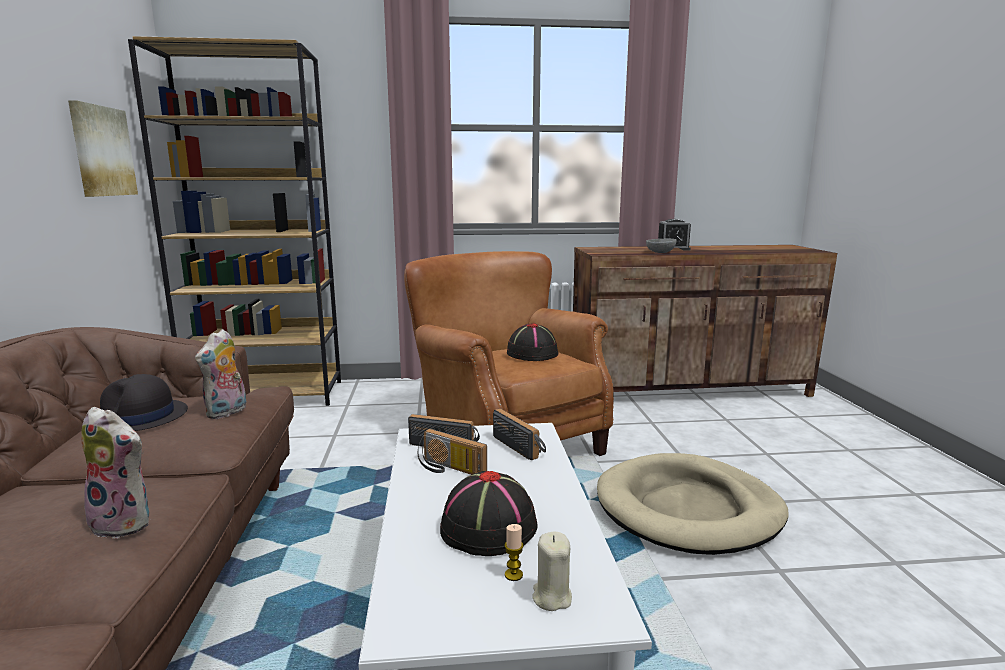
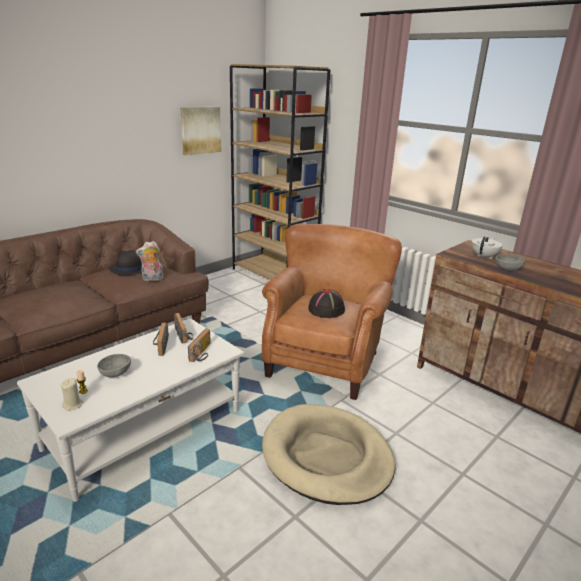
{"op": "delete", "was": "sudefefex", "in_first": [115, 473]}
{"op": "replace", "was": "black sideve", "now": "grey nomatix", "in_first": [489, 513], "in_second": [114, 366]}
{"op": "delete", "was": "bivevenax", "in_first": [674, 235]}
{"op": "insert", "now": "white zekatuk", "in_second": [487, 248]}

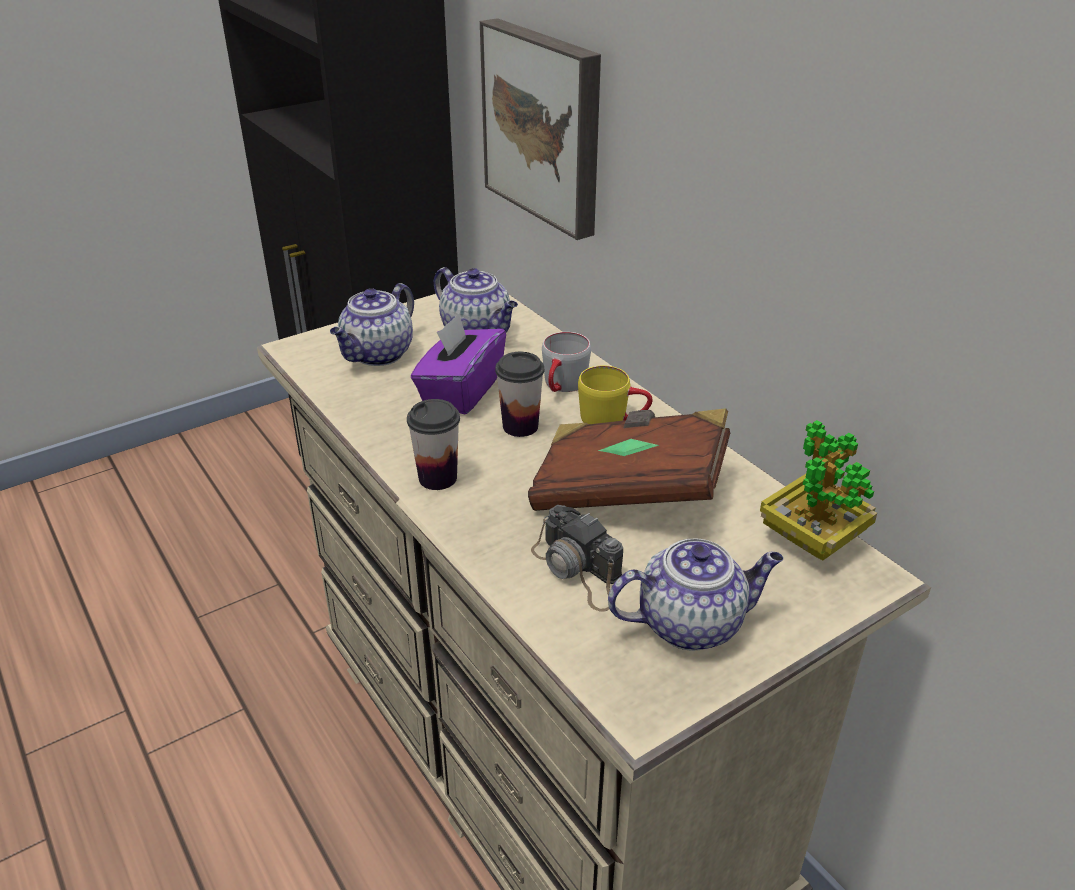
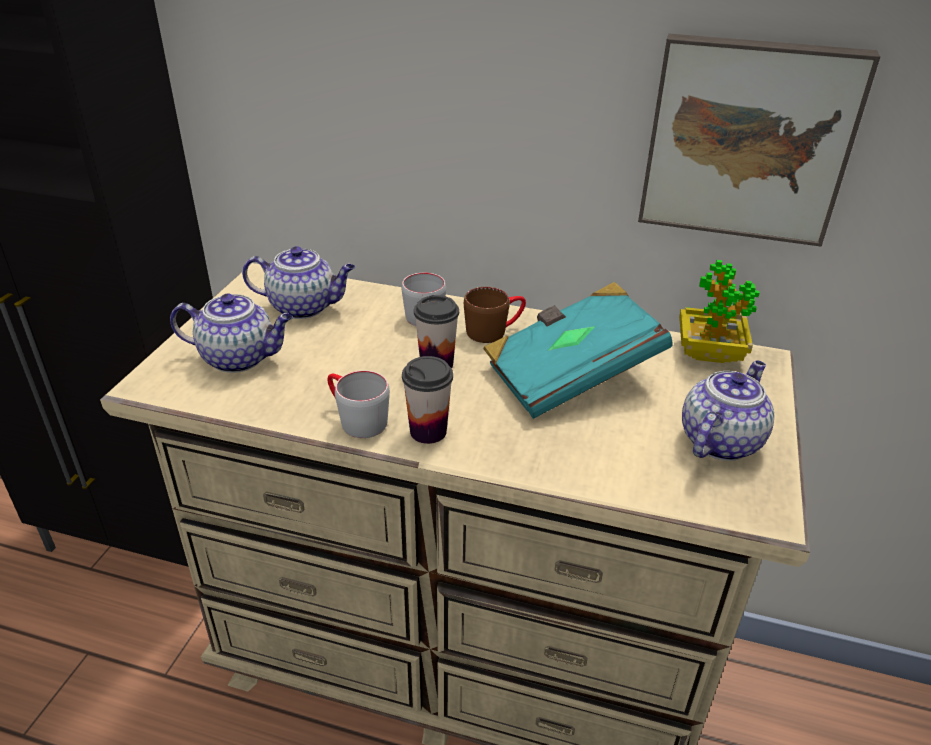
{"op": "rotate", "was": "zekatuk", "in_first": [372, 324], "in_second": [231, 333], "clockwise": -75}
{"op": "delete", "was": "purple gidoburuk", "in_first": [458, 363]}
{"op": "move", "was": "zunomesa", "in_first": [540, 129], "in_second": [759, 140]}
{"op": "recolor", "was": "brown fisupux", "now": "turquoise fisupux", "in_first": [629, 459], "in_second": [577, 350]}
{"op": "delete", "was": "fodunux", "in_first": [577, 558]}
{"op": "recolor", "was": "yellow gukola", "now": "brown gukola", "in_first": [615, 394], "in_second": [495, 315]}
{"op": "insert", "now": "grey gukola", "in_second": [359, 404]}

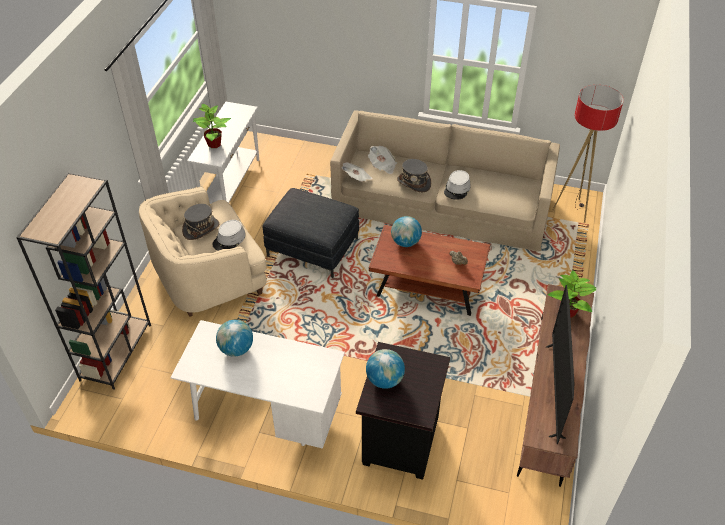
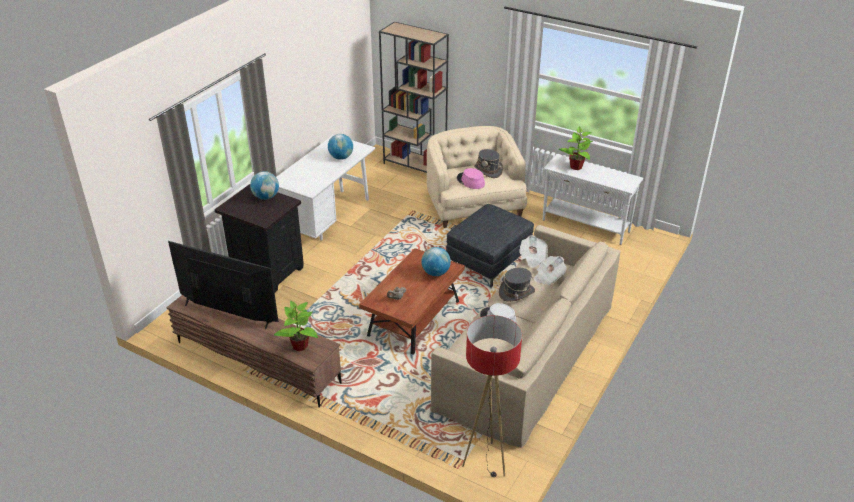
{"op": "recolor", "was": "grey sideve", "now": "pink sideve", "in_first": [229, 235], "in_second": [471, 178]}

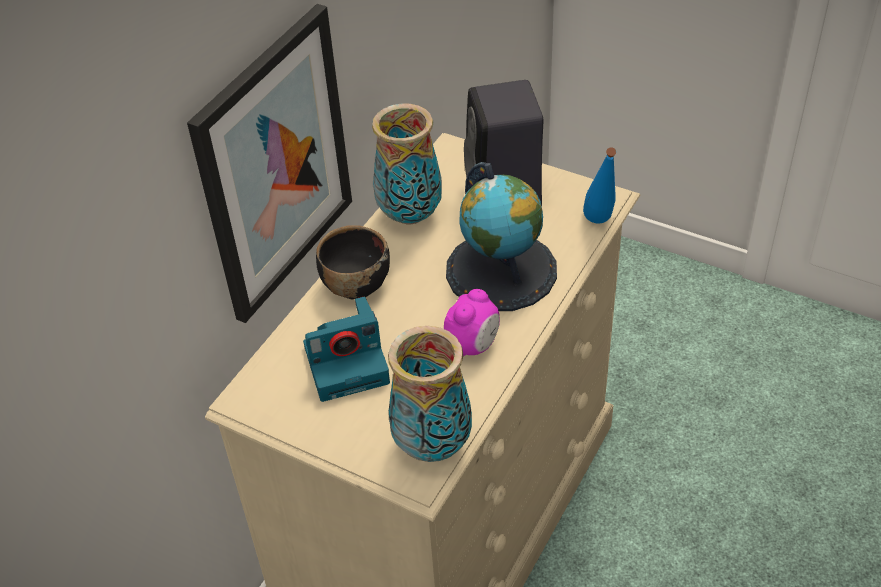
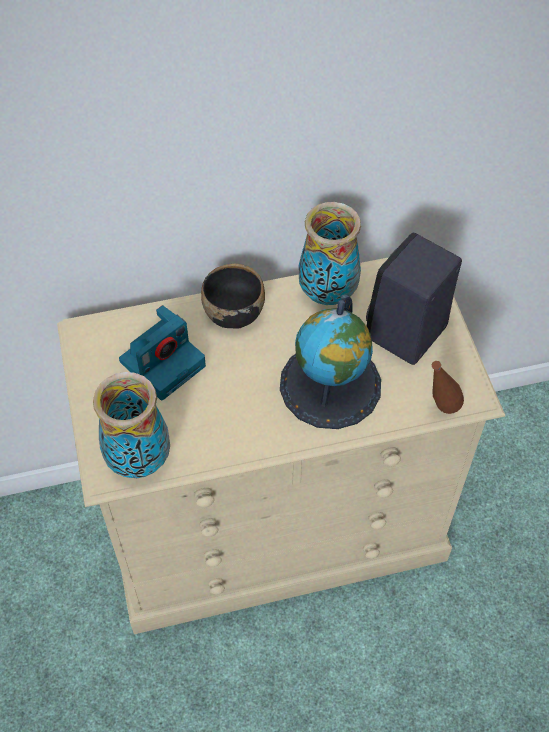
{"op": "delete", "was": "zunomesa", "in_first": [269, 163]}
{"op": "rotate", "was": "fodunux", "in_first": [346, 349], "in_second": [162, 353], "clockwise": -75}
{"op": "delete", "was": "bivevenax", "in_first": [472, 322]}
{"op": "recolor", "was": "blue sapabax", "now": "brown sapabax", "in_first": [599, 185], "in_second": [448, 387]}

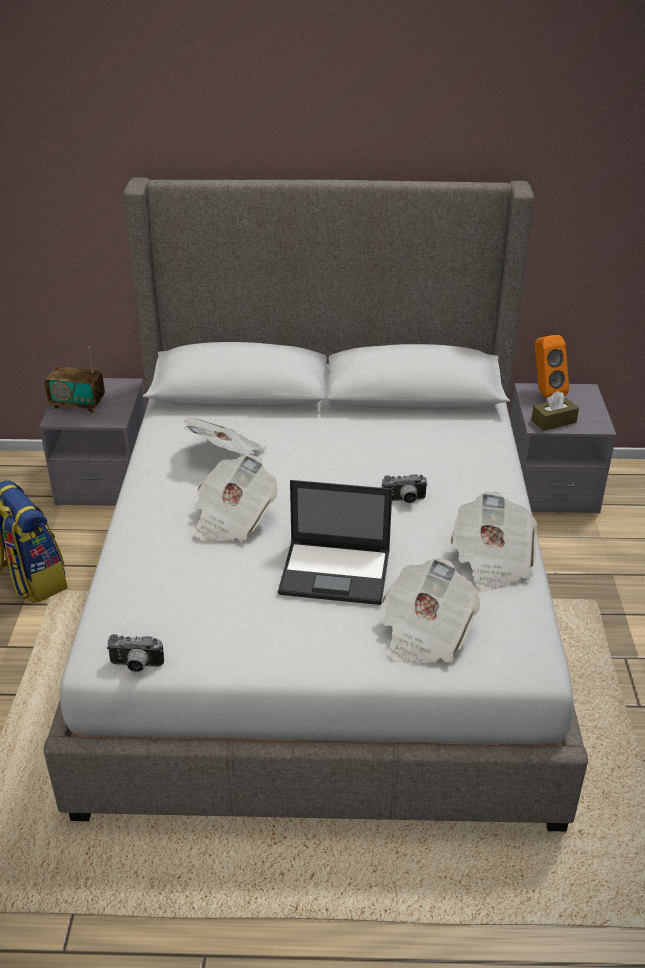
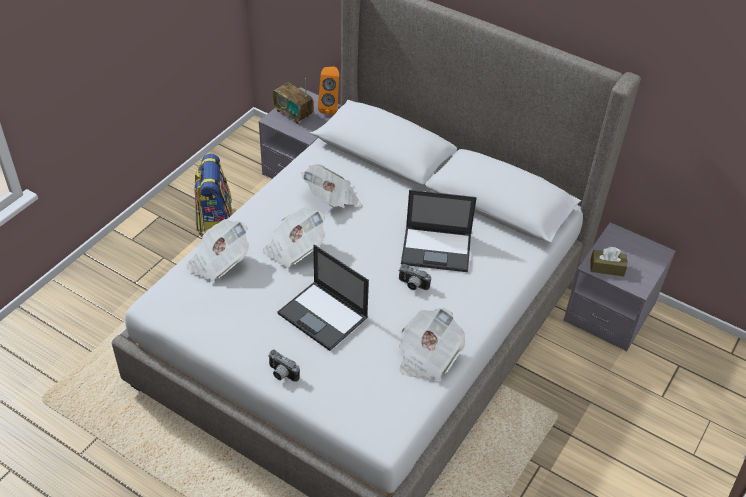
{"op": "move", "was": "fodunux", "in_first": [135, 653], "in_second": [284, 365]}
{"op": "move", "was": "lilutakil", "in_first": [431, 610], "in_second": [218, 250]}
{"op": "move", "was": "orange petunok", "in_first": [552, 367], "in_second": [328, 90]}
{"op": "insert", "now": "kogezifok", "in_second": [439, 231]}

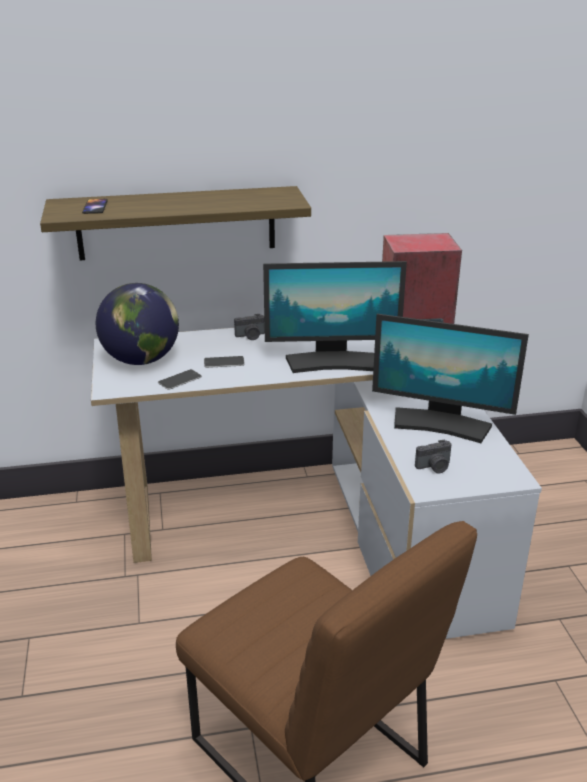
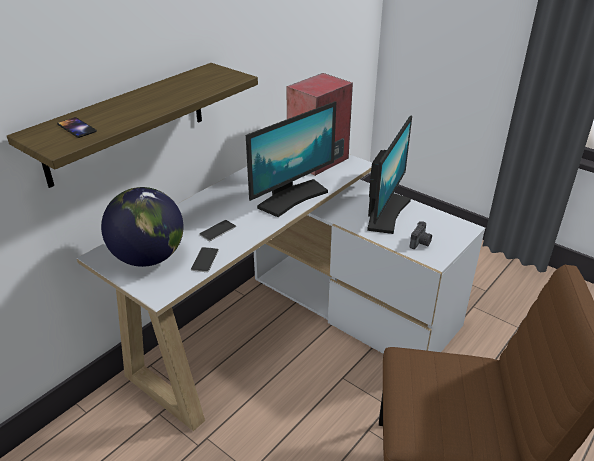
{"op": "delete", "was": "fodunux", "in_first": [249, 327]}
{"op": "rotate", "was": "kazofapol", "in_first": [450, 378], "in_second": [389, 175], "clockwise": -45}

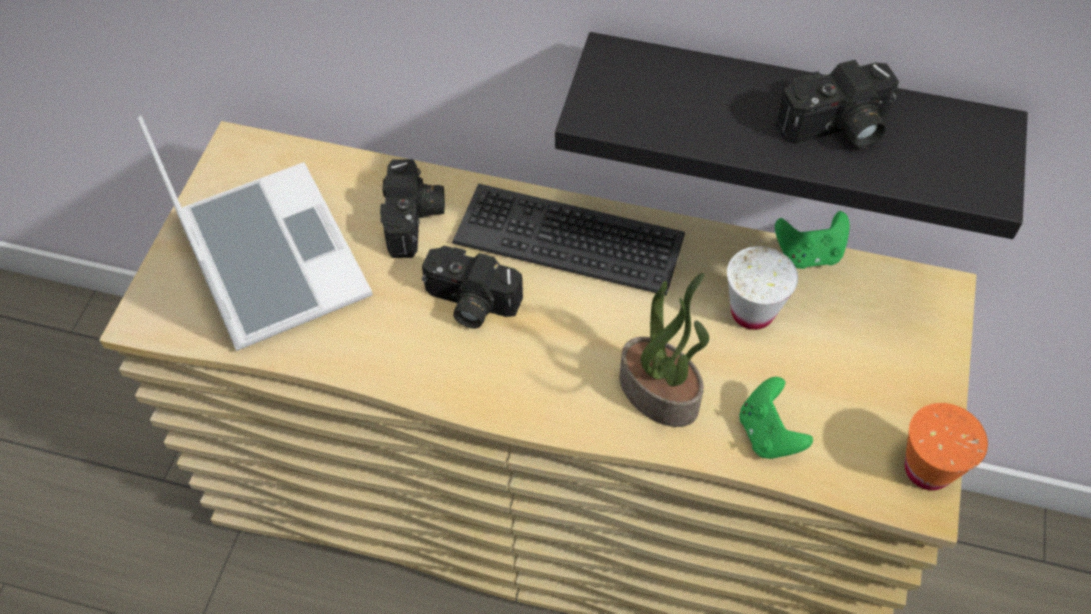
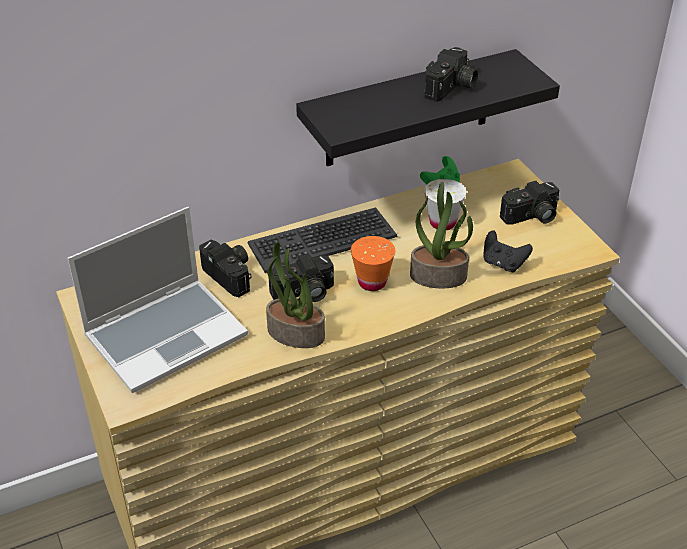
{"op": "rotate", "was": "kogezifok", "in_first": [255, 233], "in_second": [158, 300], "clockwise": 120}
{"op": "recolor", "was": "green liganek", "now": "black liganek", "in_first": [776, 418], "in_second": [508, 251]}
{"op": "move", "was": "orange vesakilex", "in_first": [946, 446], "in_second": [373, 263]}
{"op": "insert", "now": "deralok", "in_second": [295, 295]}
{"op": "insert", "now": "fodunux", "in_second": [530, 203]}

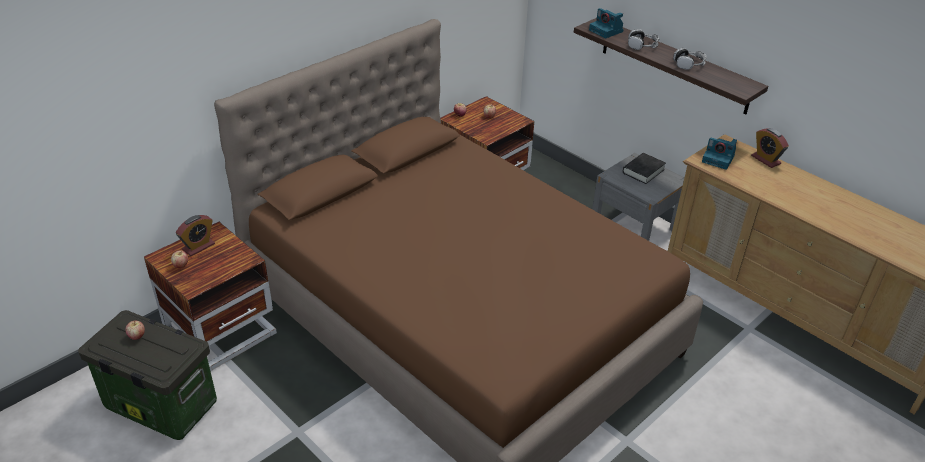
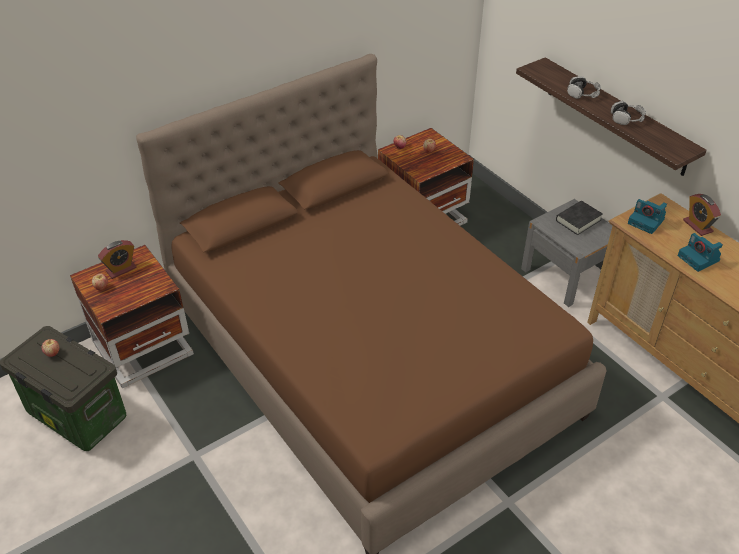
{"op": "move", "was": "fodunux", "in_first": [606, 23], "in_second": [700, 252]}

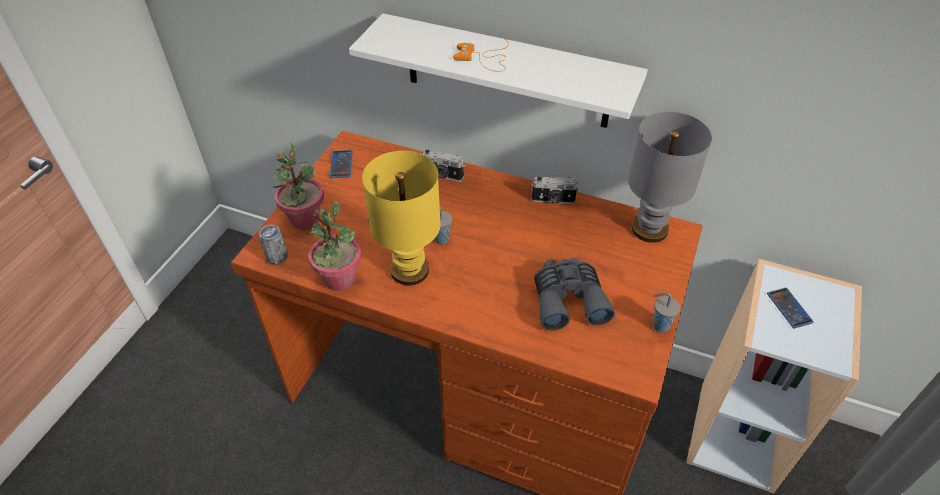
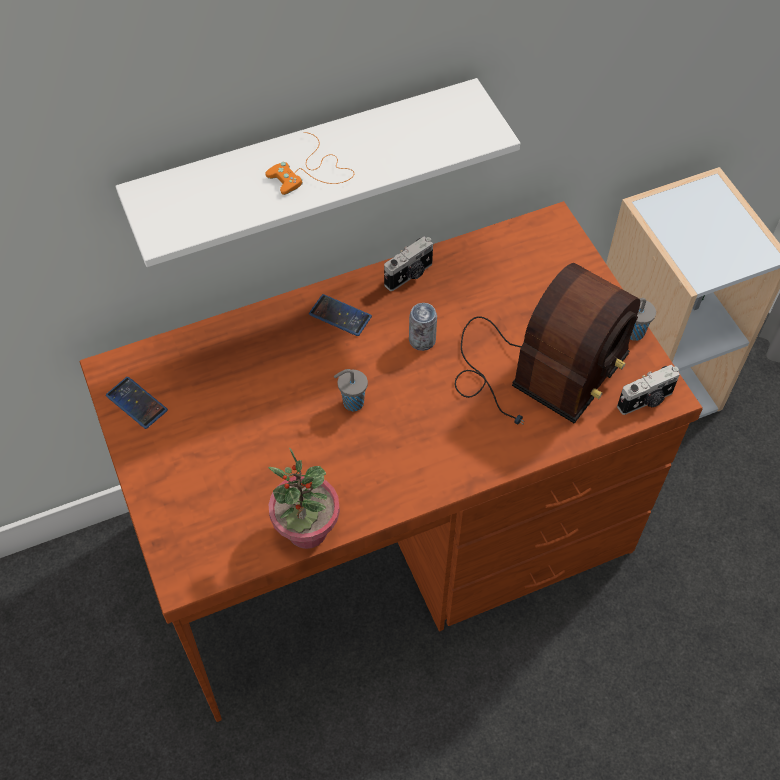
{"op": "move", "was": "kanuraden", "in_first": [273, 244], "in_second": [423, 327]}
{"op": "delete", "was": "deralok", "in_first": [298, 186]}
{"op": "delete", "was": "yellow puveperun", "in_first": [401, 218]}
{"op": "move", "was": "fodunux", "in_first": [443, 166], "in_second": [648, 390]}
{"op": "replace", "was": "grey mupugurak", "now": "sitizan", "in_first": [574, 294], "in_second": [547, 344]}
{"op": "delete", "was": "grey puveperun", "in_first": [670, 177]}
{"op": "move", "was": "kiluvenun", "in_first": [790, 308], "in_second": [340, 315]}

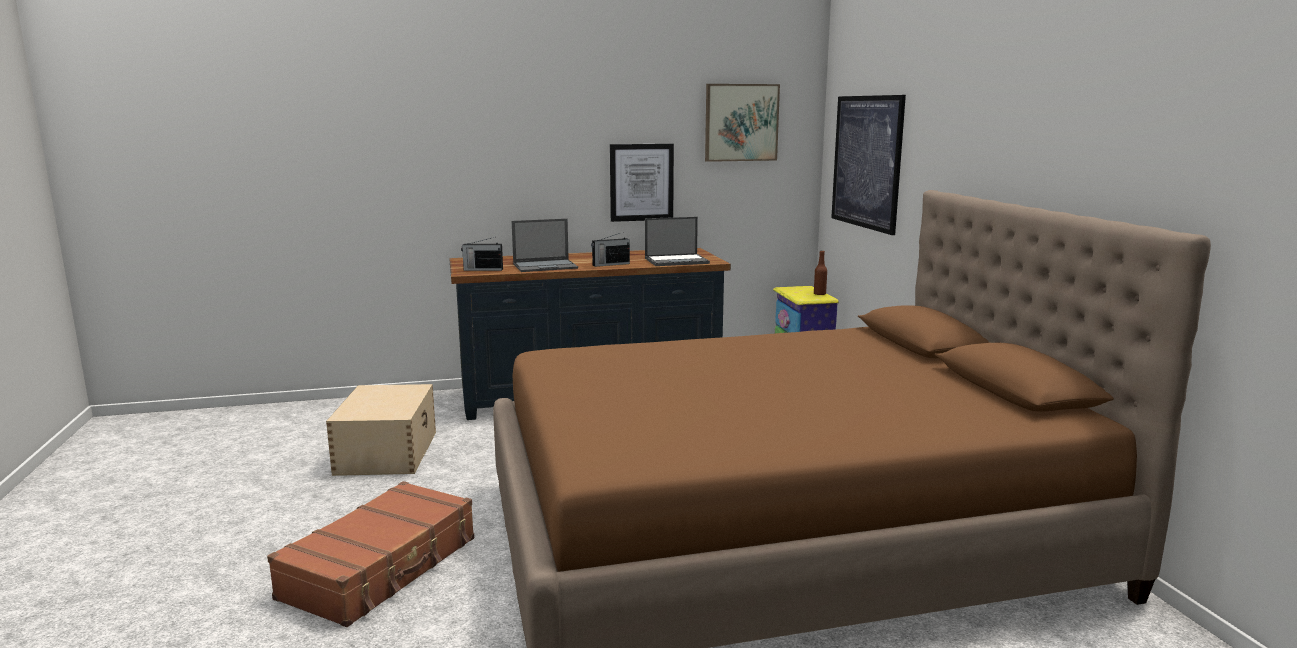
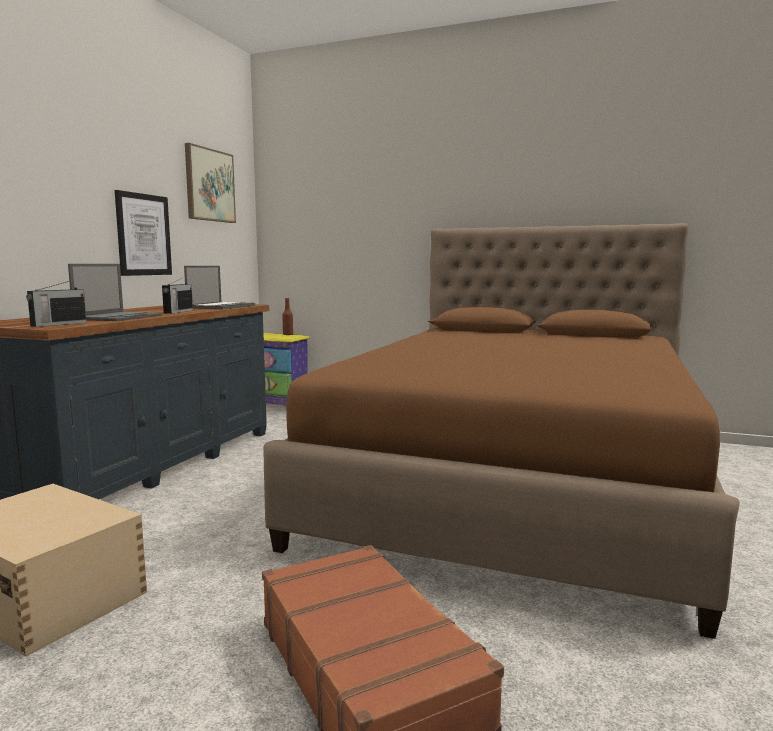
{"op": "delete", "was": "zunomesa", "in_first": [868, 165]}

